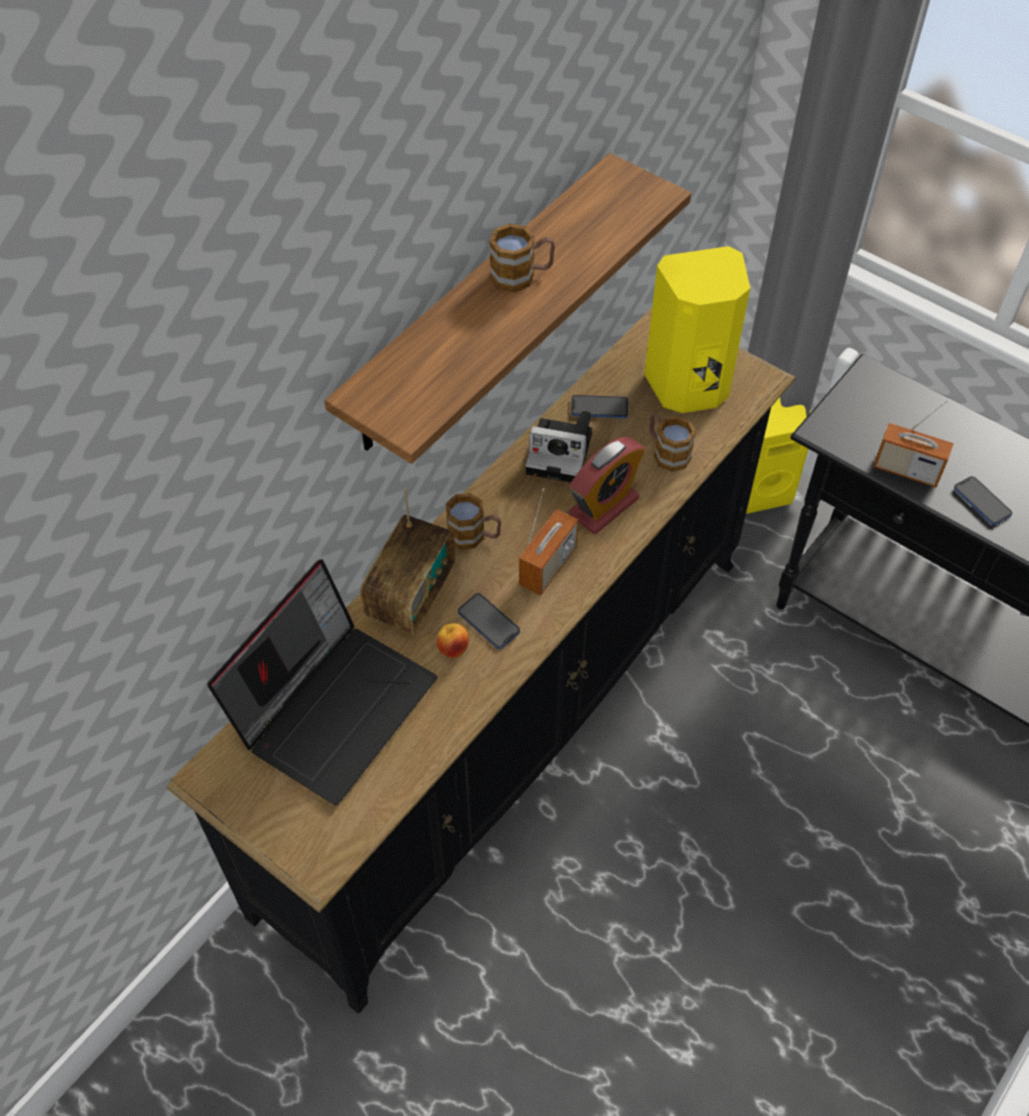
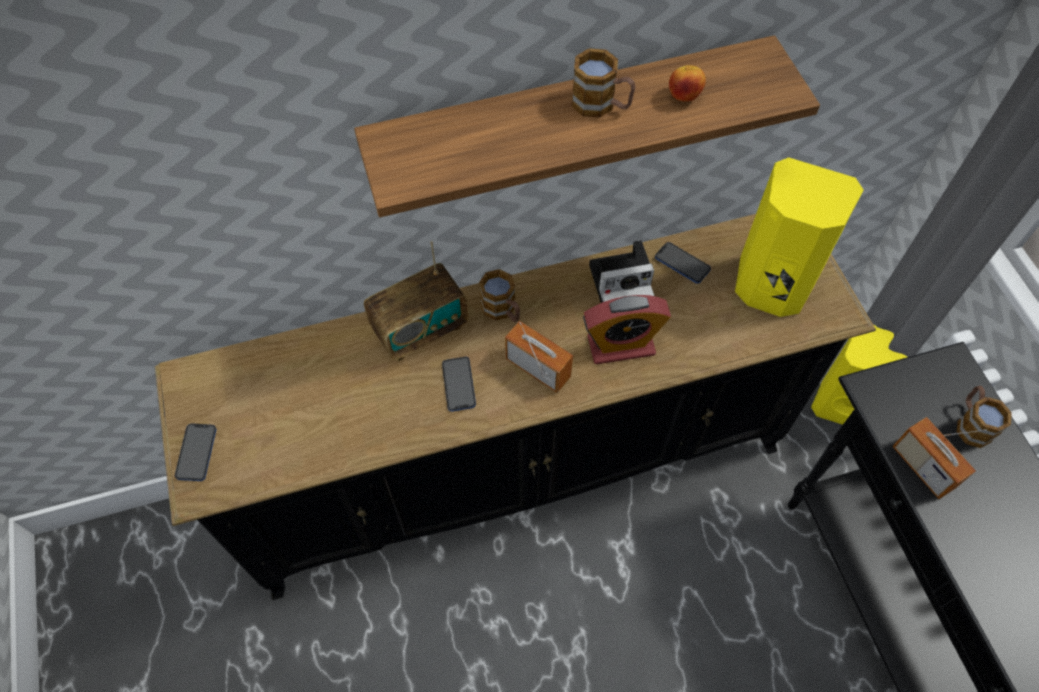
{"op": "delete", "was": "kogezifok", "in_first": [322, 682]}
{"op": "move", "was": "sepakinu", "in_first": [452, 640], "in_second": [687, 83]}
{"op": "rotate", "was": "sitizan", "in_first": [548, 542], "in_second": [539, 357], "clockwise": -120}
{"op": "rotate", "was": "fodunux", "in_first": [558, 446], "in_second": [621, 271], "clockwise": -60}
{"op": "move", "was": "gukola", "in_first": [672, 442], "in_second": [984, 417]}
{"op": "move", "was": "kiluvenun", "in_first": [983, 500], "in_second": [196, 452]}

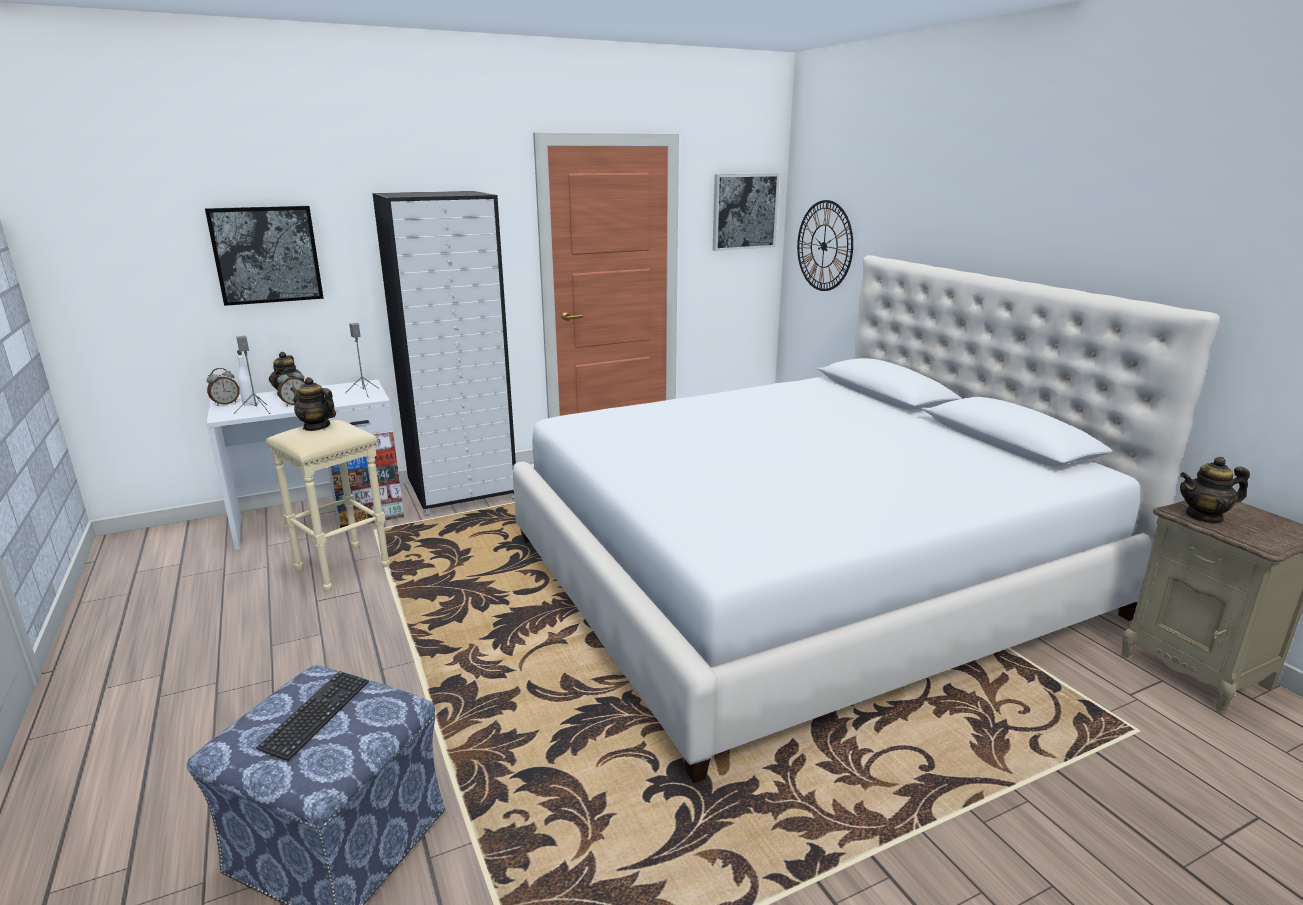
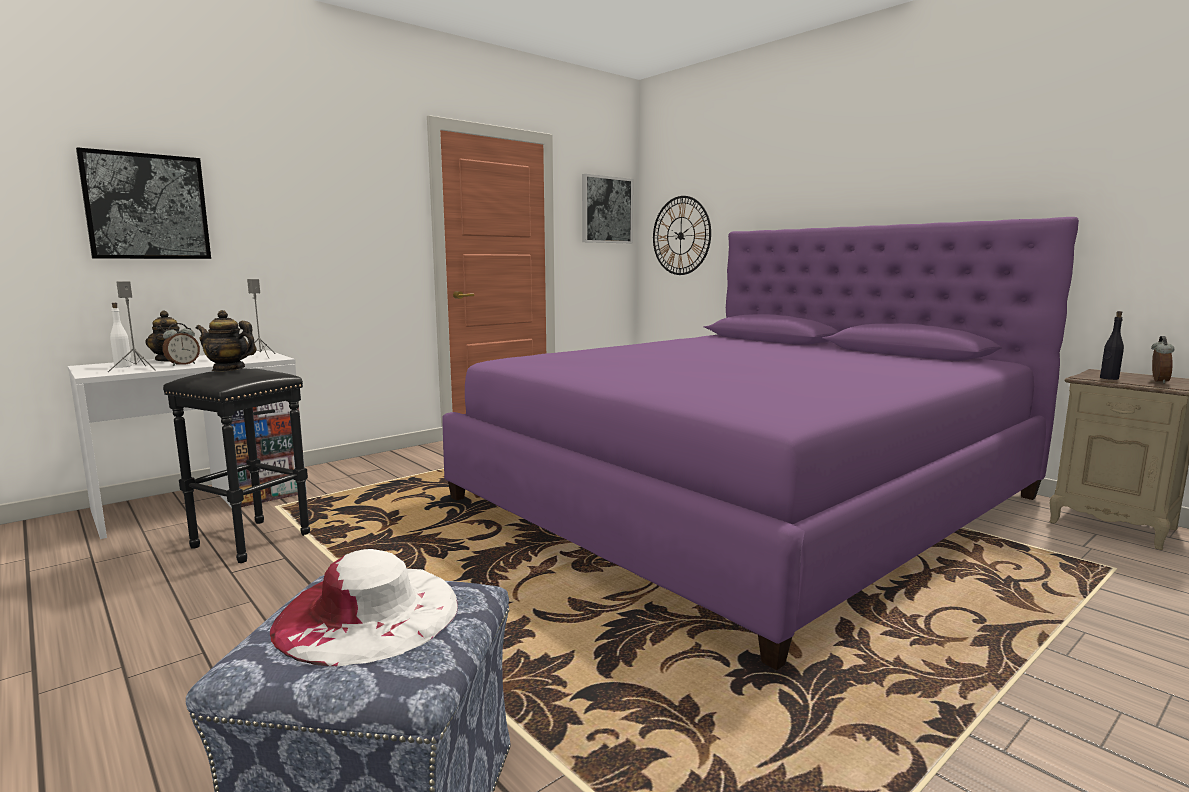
{"op": "move", "was": "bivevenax", "in_first": [223, 387], "in_second": [1162, 359]}
{"op": "replace", "was": "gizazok", "now": "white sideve", "in_first": [312, 716], "in_second": [364, 607]}
{"op": "recolor", "was": "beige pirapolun", "now": "black pirapolun", "in_first": [328, 506], "in_second": [236, 465]}
{"op": "delete", "was": "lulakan", "in_first": [444, 353]}
{"op": "recolor", "was": "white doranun", "now": "purple doranun", "in_first": [866, 519], "in_second": [761, 443]}
{"op": "replace", "was": "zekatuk", "now": "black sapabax", "in_first": [1215, 490], "in_second": [1112, 345]}

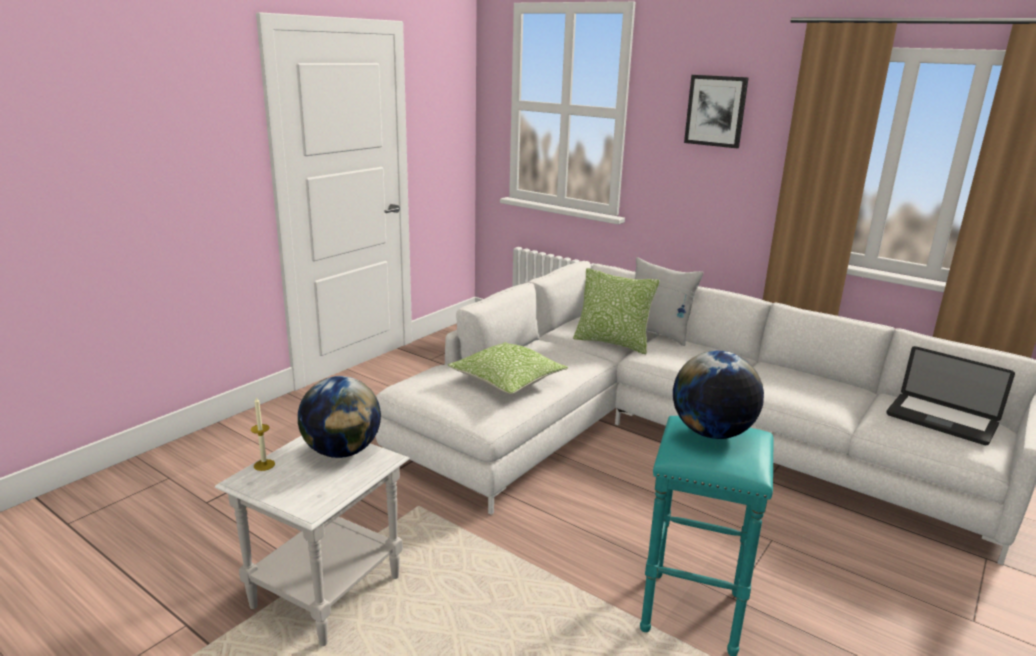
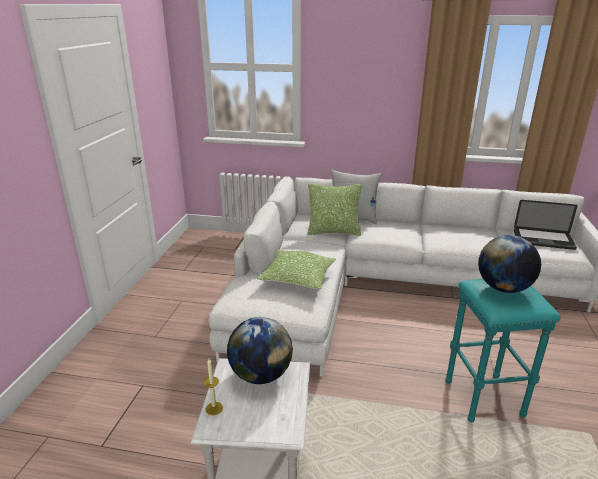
{"op": "delete", "was": "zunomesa", "in_first": [716, 111]}

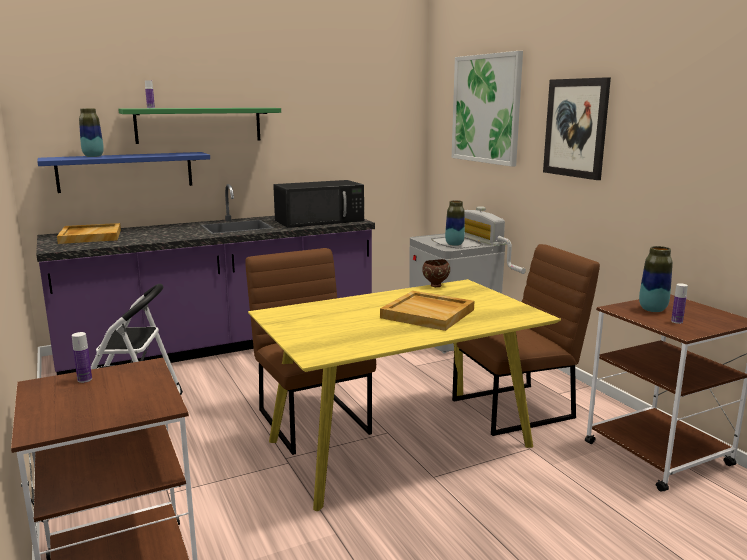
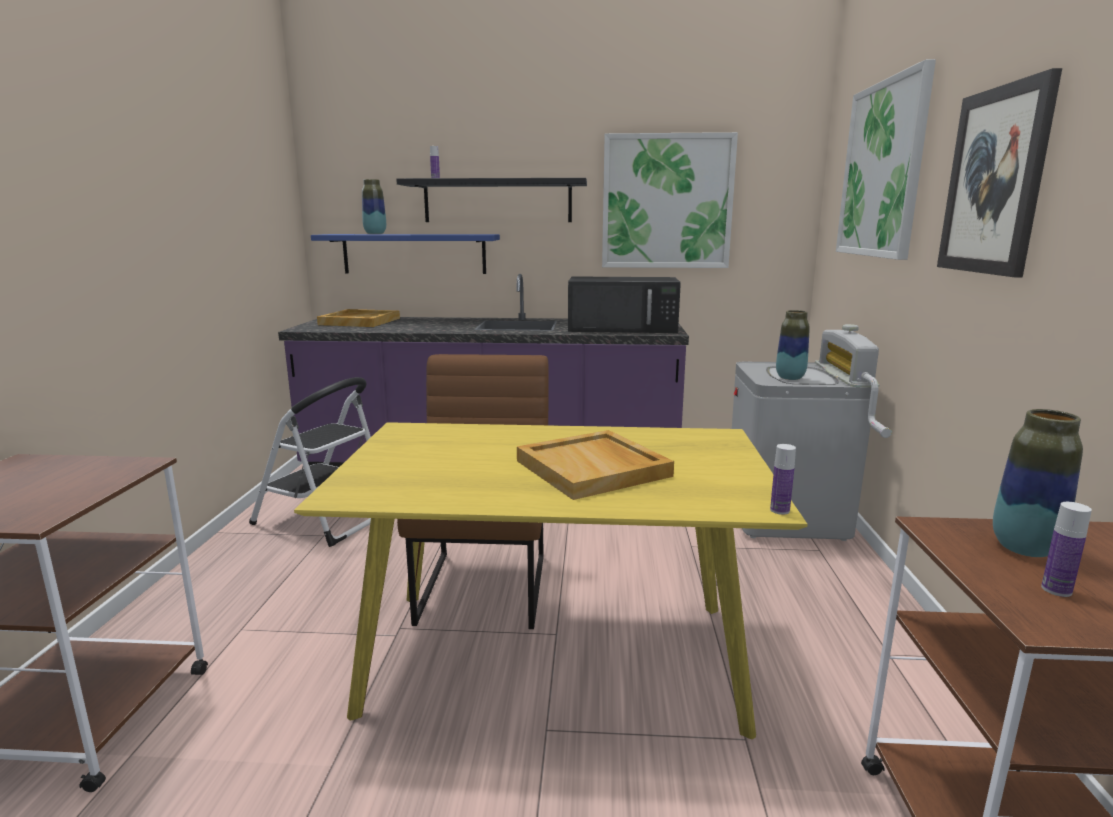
{"op": "move", "was": "sapabax", "in_first": [82, 357], "in_second": [783, 479]}
{"op": "recolor", "was": "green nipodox", "now": "black nipodox", "in_first": [199, 126], "in_second": [491, 200]}
{"op": "delete", "was": "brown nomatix", "in_first": [436, 273]}
{"op": "delete", "was": "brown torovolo", "in_first": [526, 340]}
{"op": "insert", "now": "zunomesa", "in_second": [670, 200]}

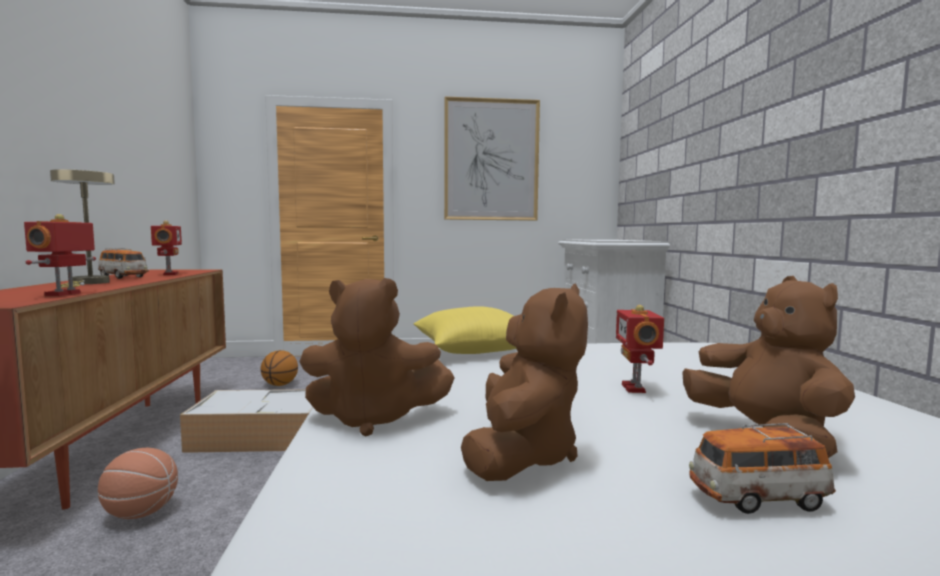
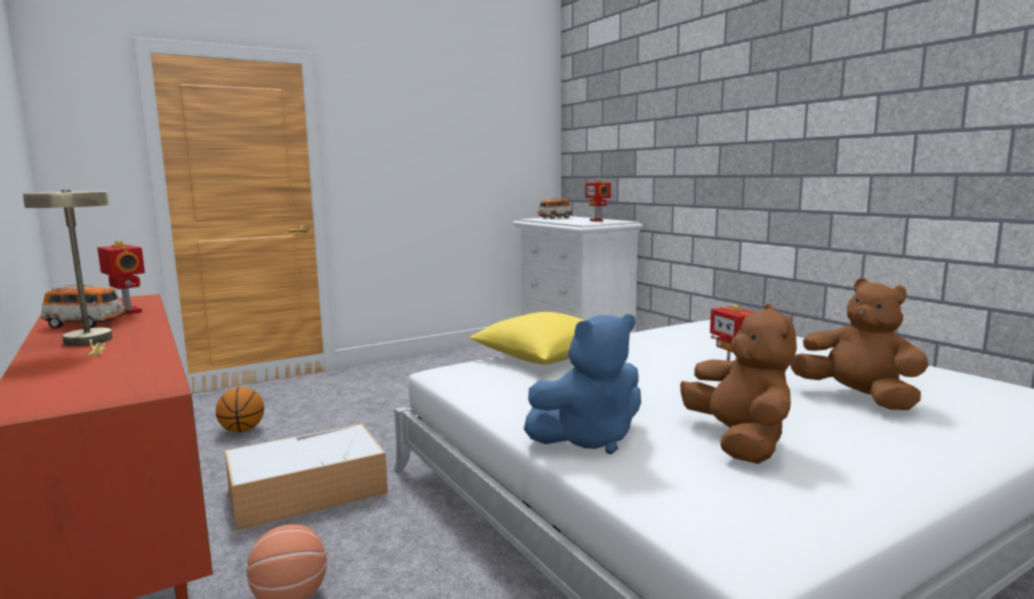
{"op": "move", "was": "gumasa", "in_first": [60, 255], "in_second": [598, 199]}
{"op": "recolor", "was": "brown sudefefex", "now": "blue sudefefex", "in_first": [377, 357], "in_second": [582, 384]}
{"op": "delete", "was": "zunomesa", "in_first": [492, 158]}
{"op": "move", "was": "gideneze", "in_first": [762, 468], "in_second": [555, 208]}

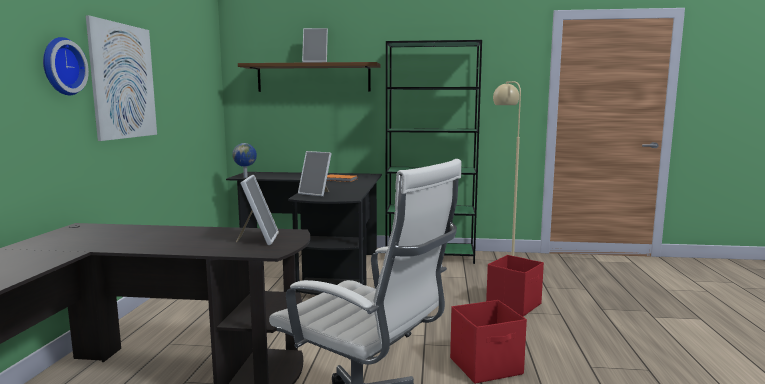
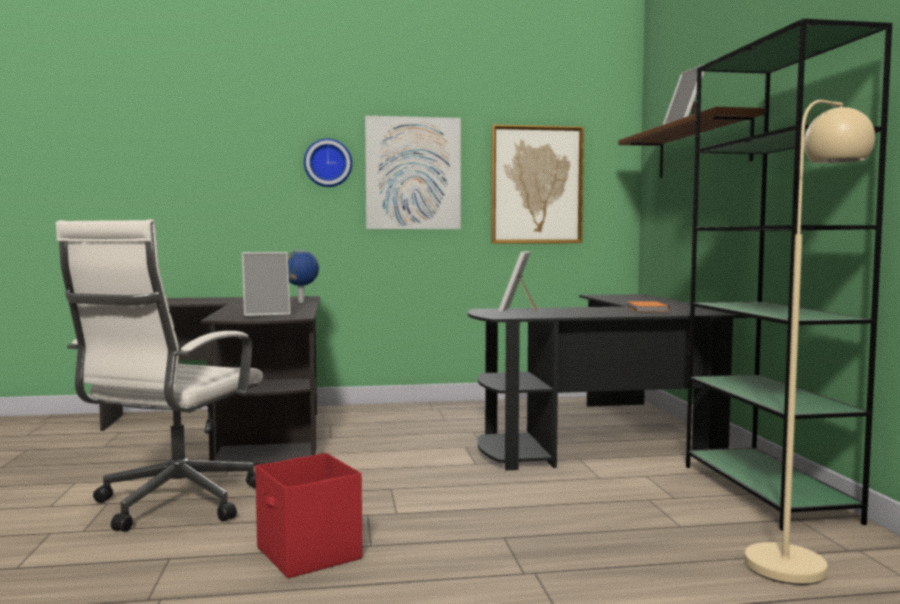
{"op": "move", "was": "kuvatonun", "in_first": [244, 160], "in_second": [303, 276]}
{"op": "delete", "was": "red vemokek", "in_first": [515, 286]}
{"op": "insert", "now": "zunomesa", "in_second": [537, 184]}

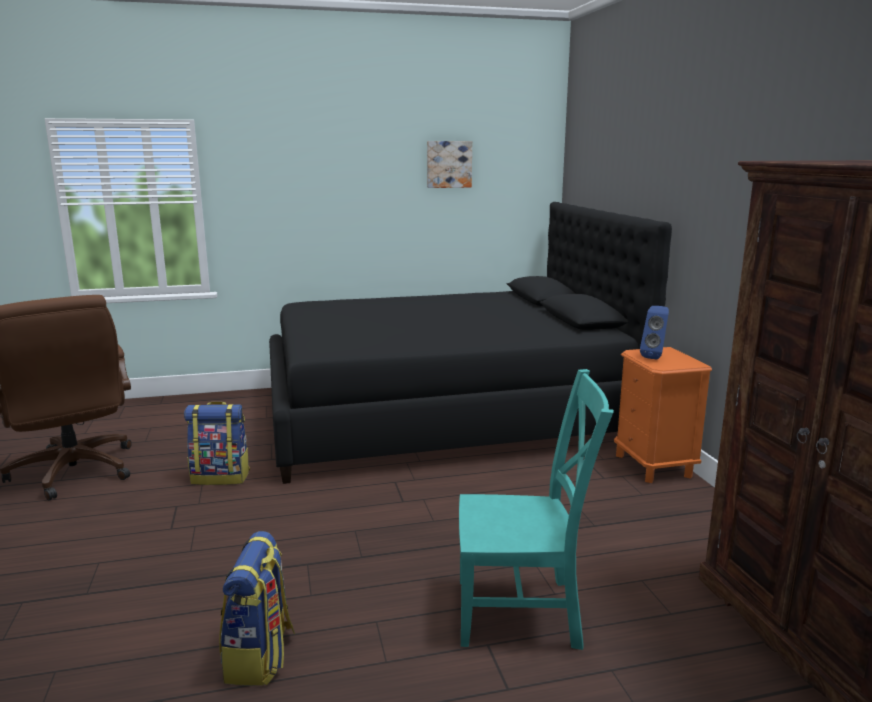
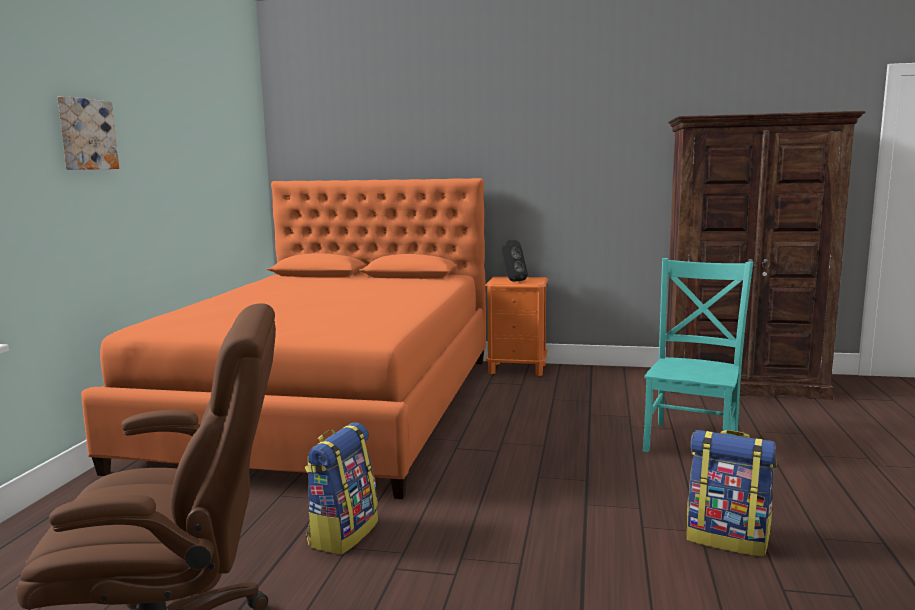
{"op": "recolor", "was": "black doranun", "now": "orange doranun", "in_first": [470, 343], "in_second": [283, 338]}
{"op": "move", "was": "zunomesa", "in_first": [449, 164], "in_second": [88, 133]}
{"op": "recolor", "was": "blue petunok", "now": "black petunok", "in_first": [654, 332], "in_second": [515, 261]}

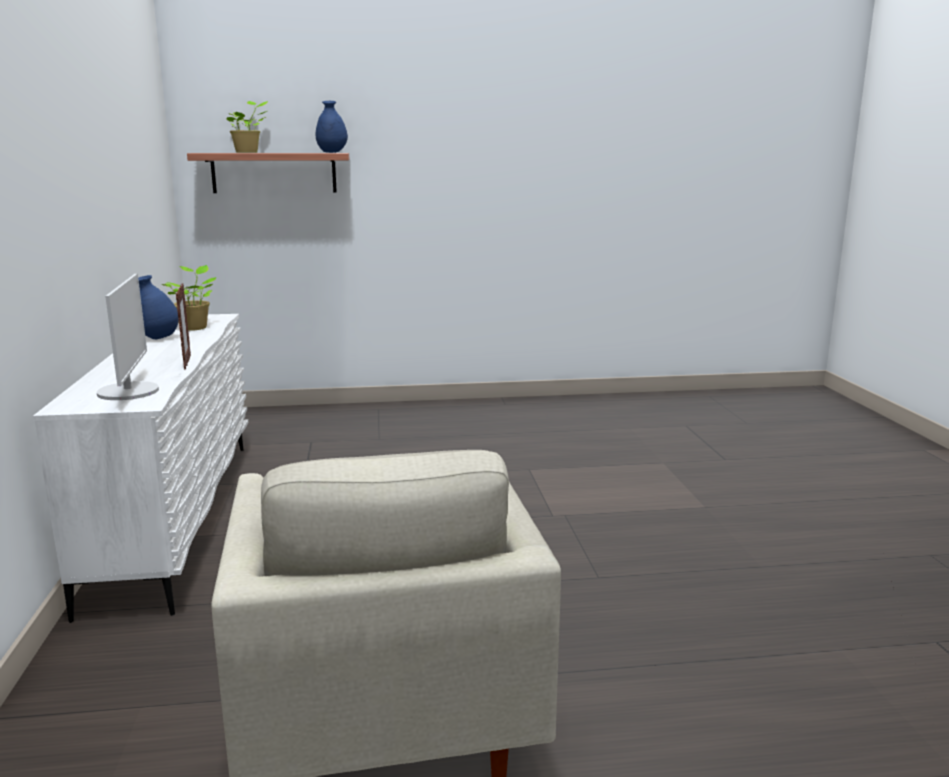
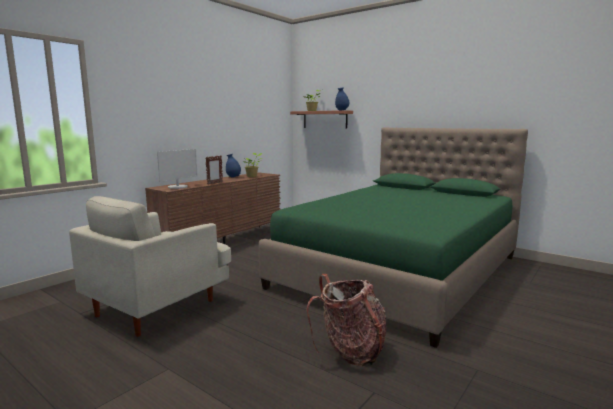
{"op": "recolor", "was": "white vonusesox", "now": "brown vonusesox", "in_first": [140, 468], "in_second": [213, 208]}
{"op": "insert", "now": "green doranun", "in_second": [393, 237]}
{"op": "insert", "now": "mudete", "in_second": [346, 320]}

